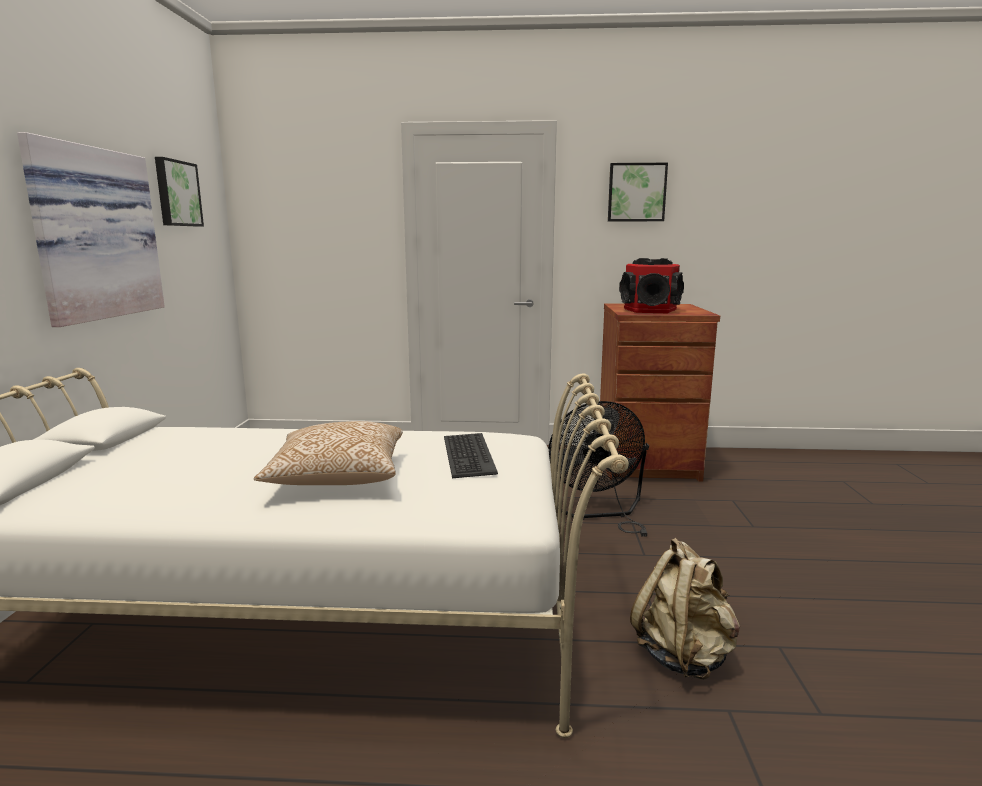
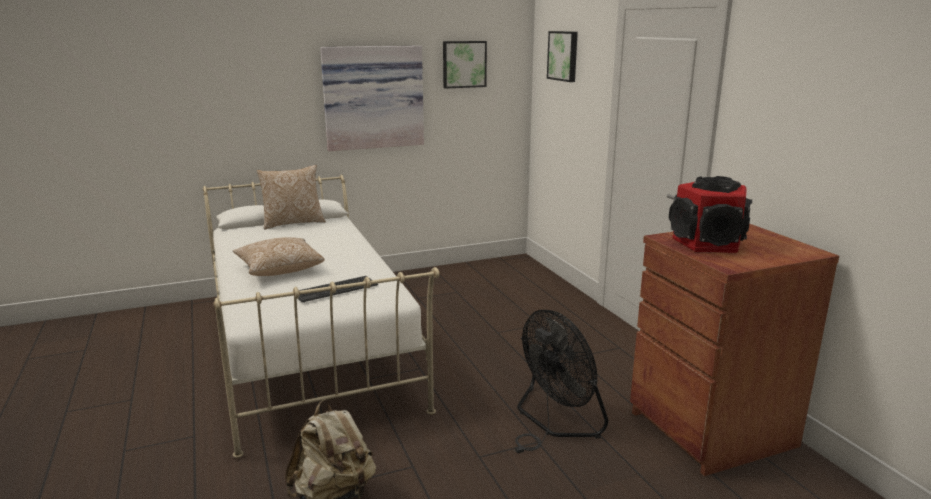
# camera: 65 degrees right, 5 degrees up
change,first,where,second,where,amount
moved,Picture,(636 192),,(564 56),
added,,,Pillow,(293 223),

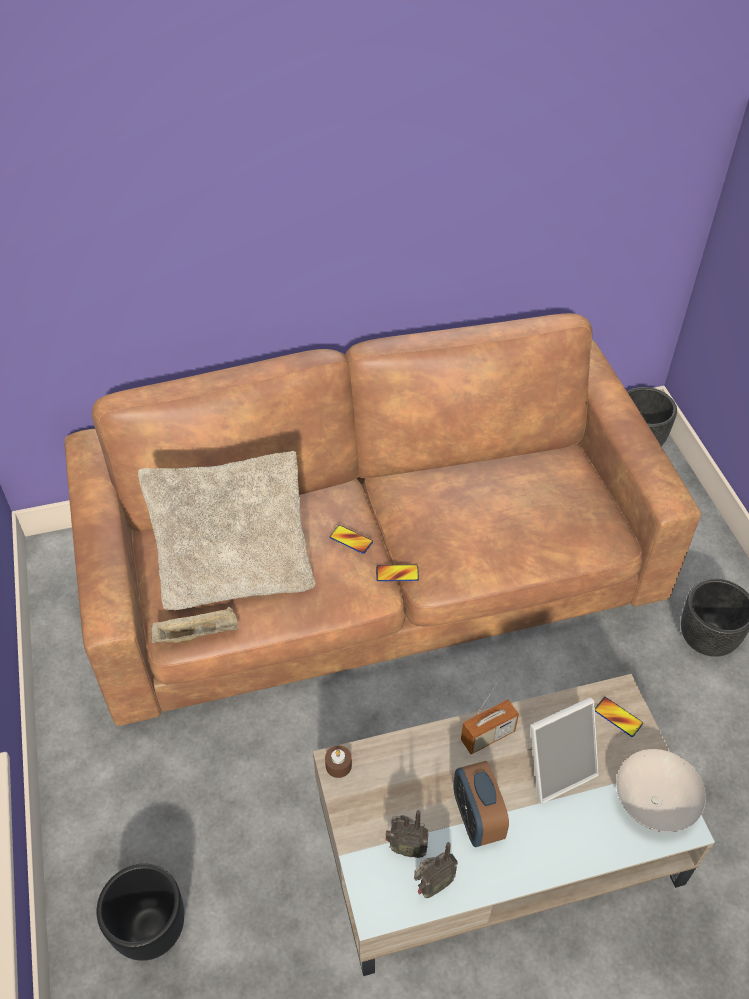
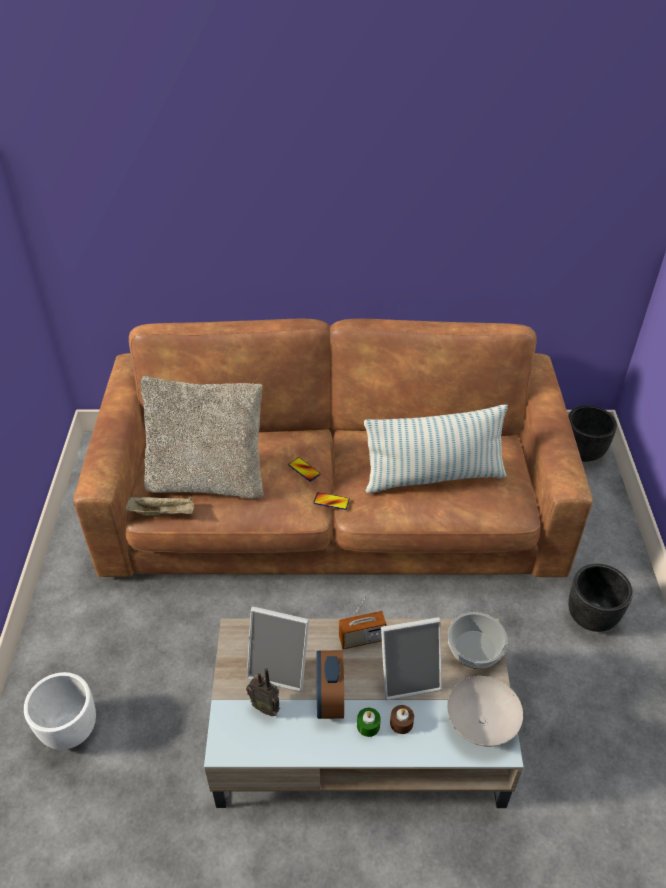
# camera: 15 degrees right, 5 degrees down
change,first,where,second,where,amount
recoloured,BlackPlanter,(152 929),WhitePlanter,(71 729),
moved,BrownCandle,(338 765),,(401 723),
removed,Radio,(432 885),,,
replaced,Phone,(618 717),Bowl,(474 649),
added,,,PictureFrame,(280 667),
added,,,GreenCandle,(368 725),
added,,,Pillow,(433 477),

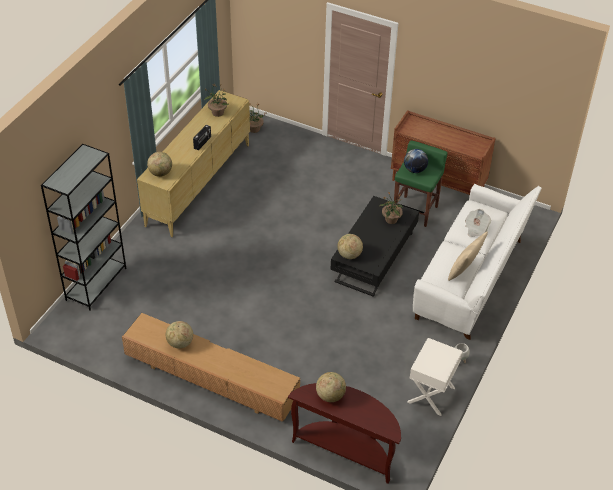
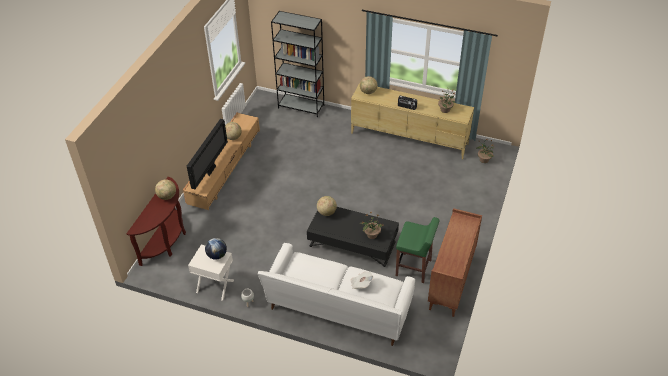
# camera: 85 degrees right, 0 degrees up
change,first,where,second,where,amount
moved,Globe,(415 170),,(217 255),
removed,BeigePillow,(464 270),,,
added,,,Television,(211 169),

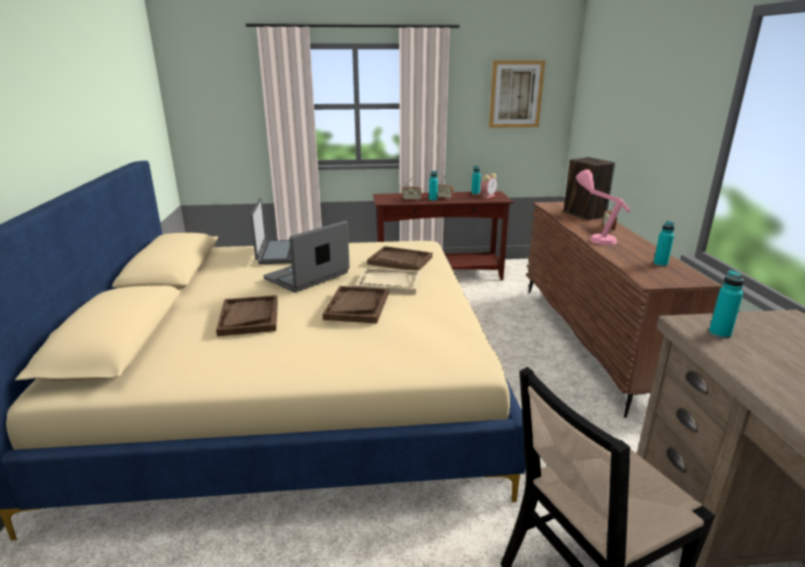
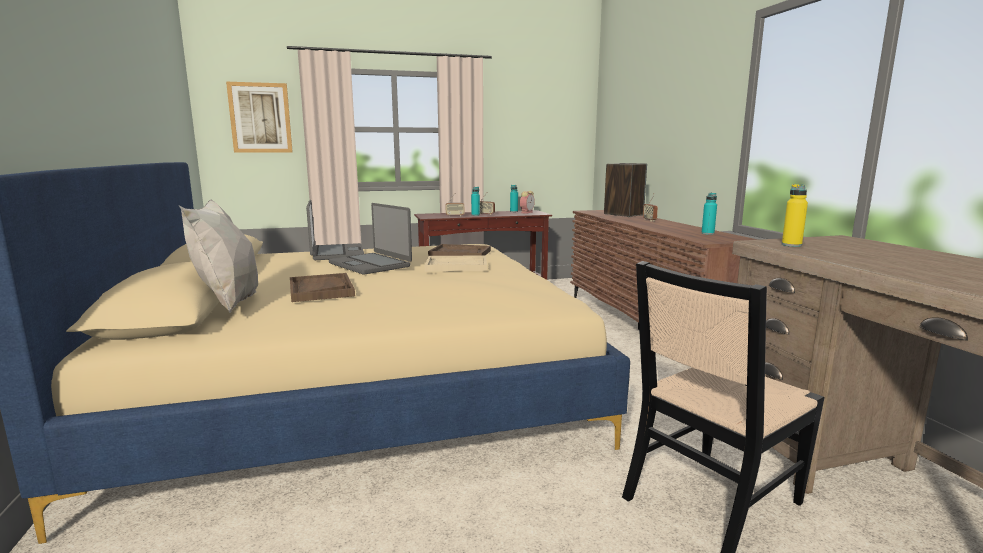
# camera: 10 degrees left, 10 degrees down
change,first,where,second,where,amount
turned,Laptop,(307 276),,(371 264),75 degrees counterclockwise
removed,BrownTray,(357 306),,,
moved,Picture,(516 94),,(260 118),
removed,PinkTableLamp,(595 236),,,
recoloured,TurquoiseBottle,(719 334),YellowBottle,(791 245),
added,,,WhitePillow,(229 305),

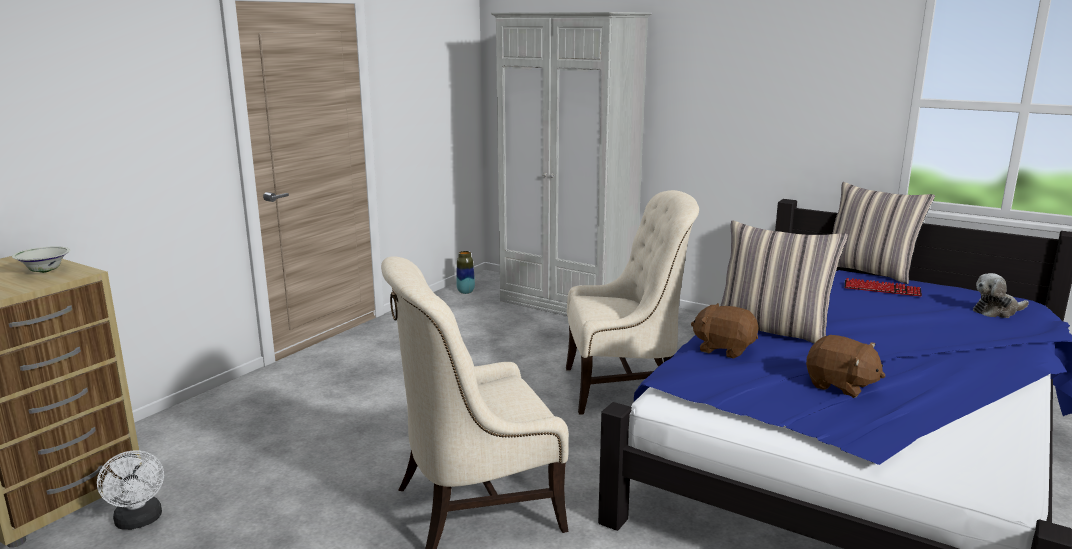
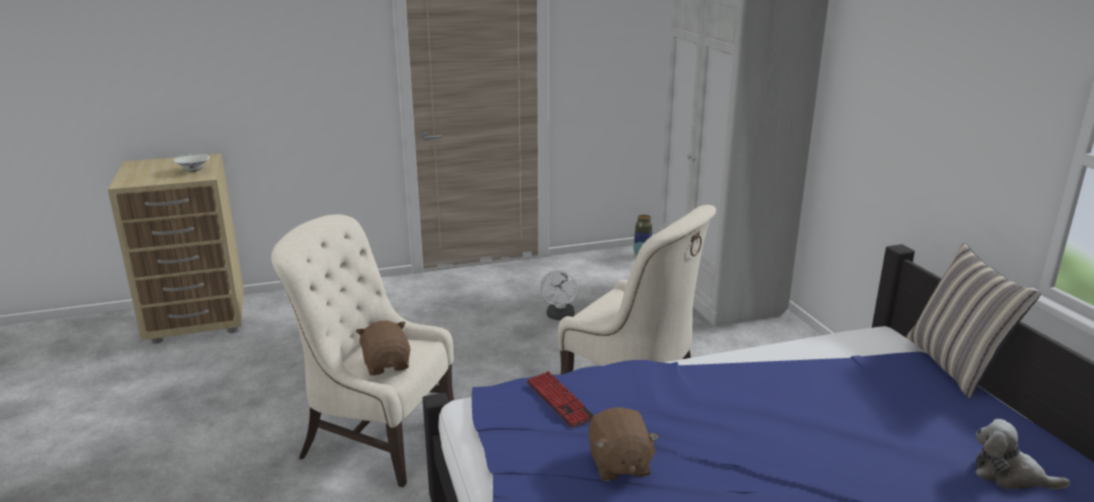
# camera: 40 degrees right, 5 degrees up
change,first,where,second,where,amount
moved,WhiteFan,(139 521),,(559 317),
moved,BrownPlushToy,(724 349),,(387 365),
removed,Pillow,(773 330),,,
moved,Keyboard,(882 289),,(559 401),

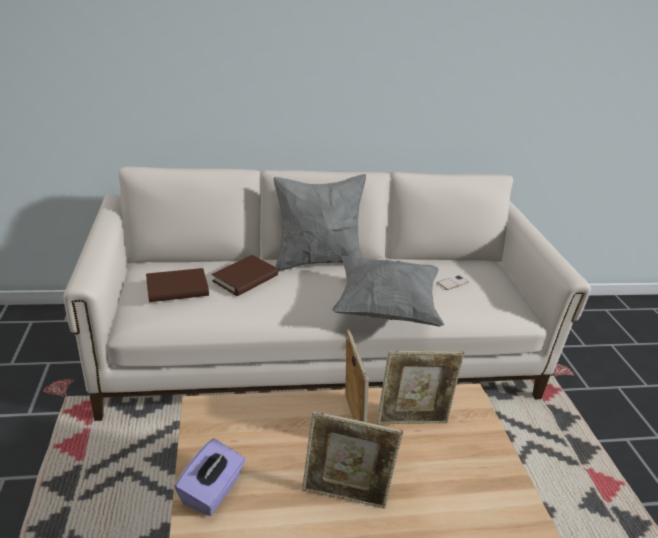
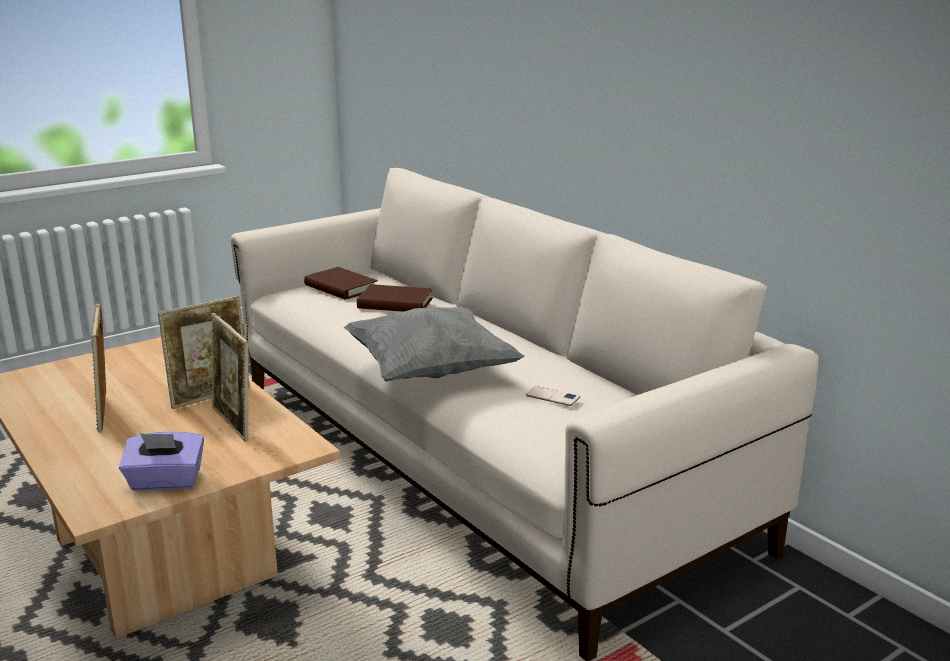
# camera: 65 degrees right, 10 degrees down
change,first,where,second,where,amount
moved,PurpleTissueBox,(212 491),,(165 482),
removed,GreyPillow,(317 261),,,

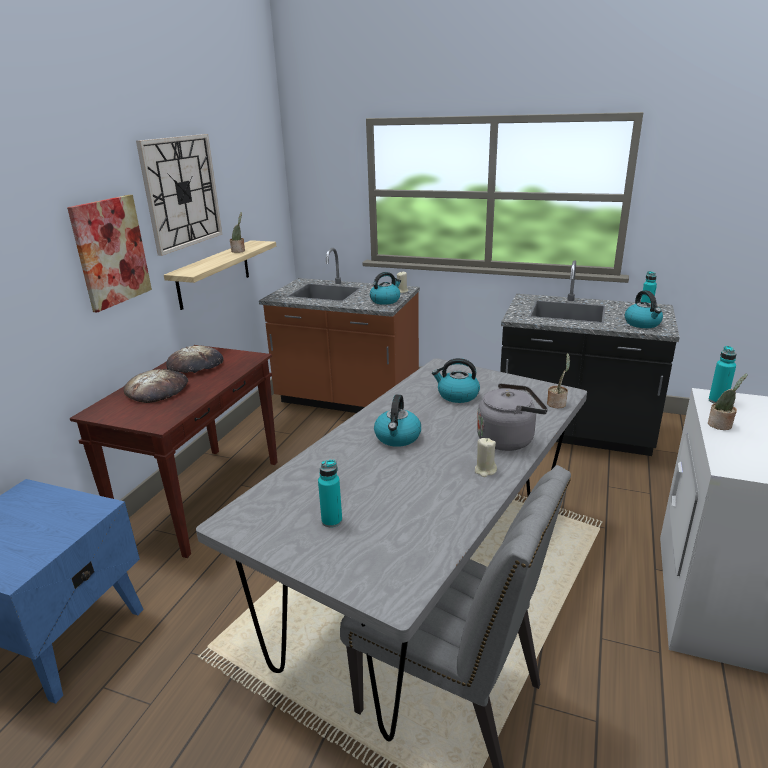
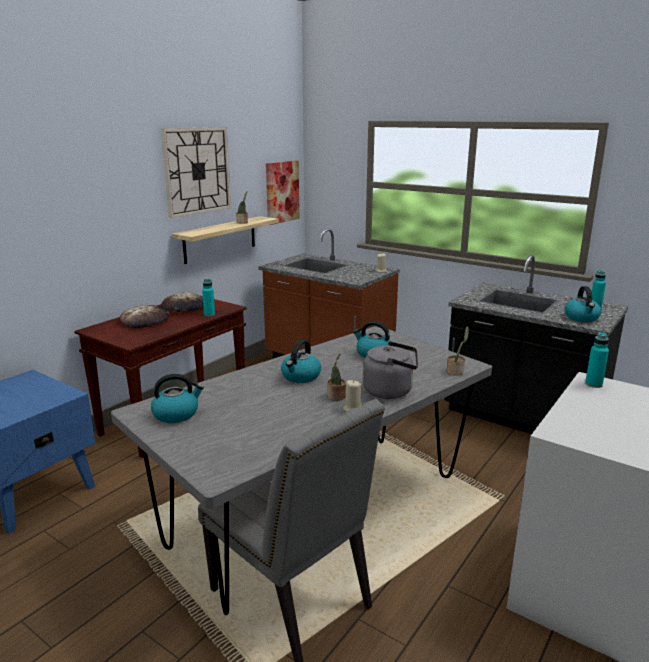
# camera: 15 degrees right, 5 degrees down
change,first,where,second,where,amount
moved,Picture,(111 252),,(282 192),
moved,TurquoiseBottle,(332 521),,(209 314),
moved,Kettle,(385 300),,(176 414),
moved,PottedPlant,(721 425),,(336 397),

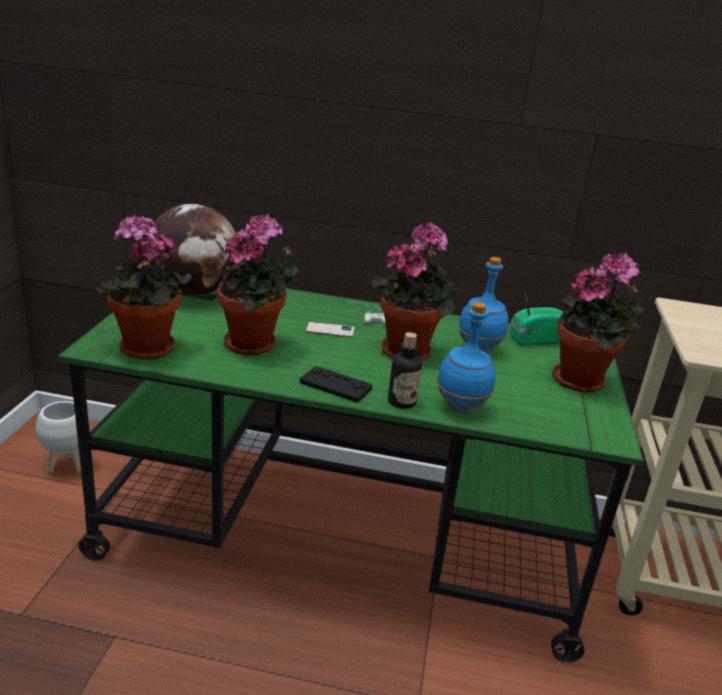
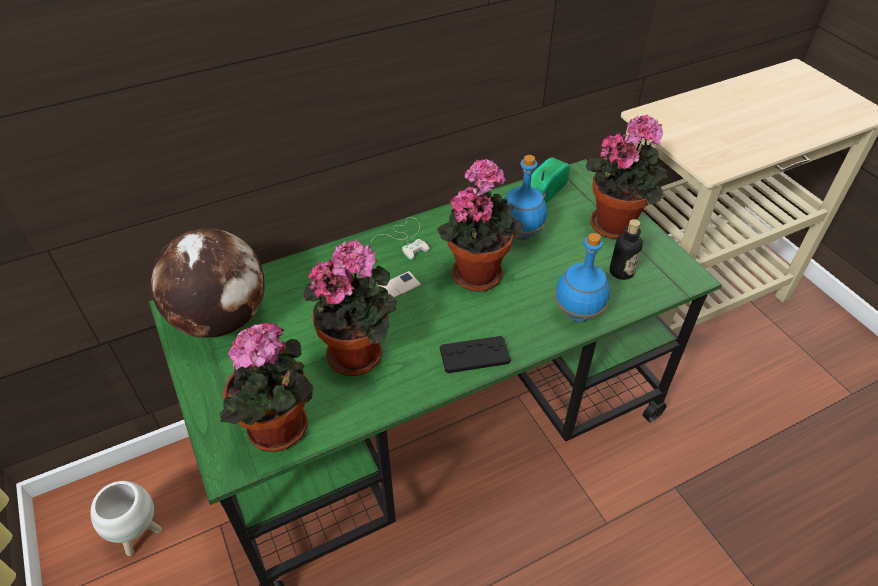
# camera: 35 degrees left, 20 degrees up
change,first,where,second,where,amount
moved,Bottle,(401 402),,(621 272),

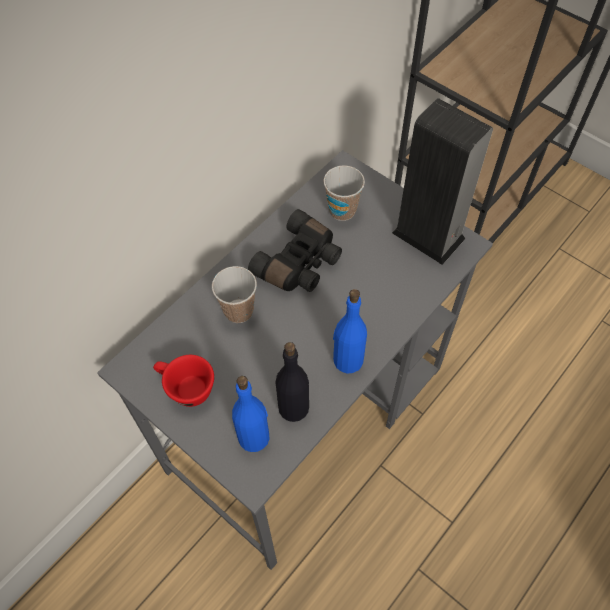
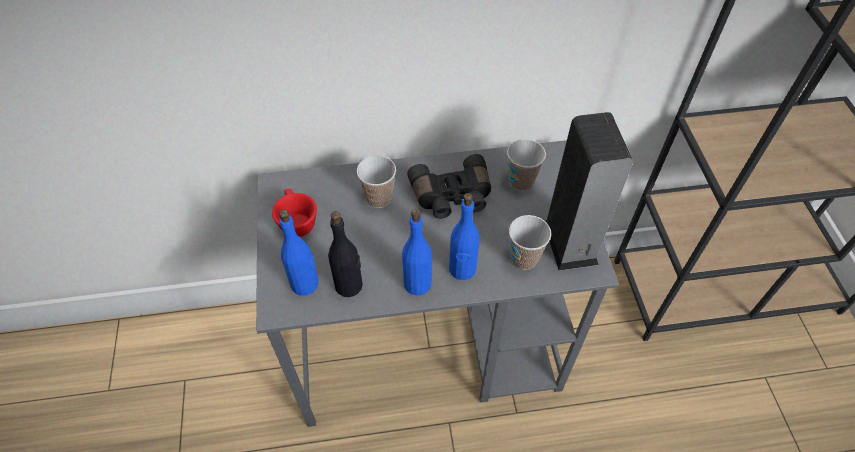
# camera: 40 degrees right, 5 degrees down
change,first,where,second,where,amount
added,,,BlueBottle,(462 269),
added,,,Cup,(524 258),

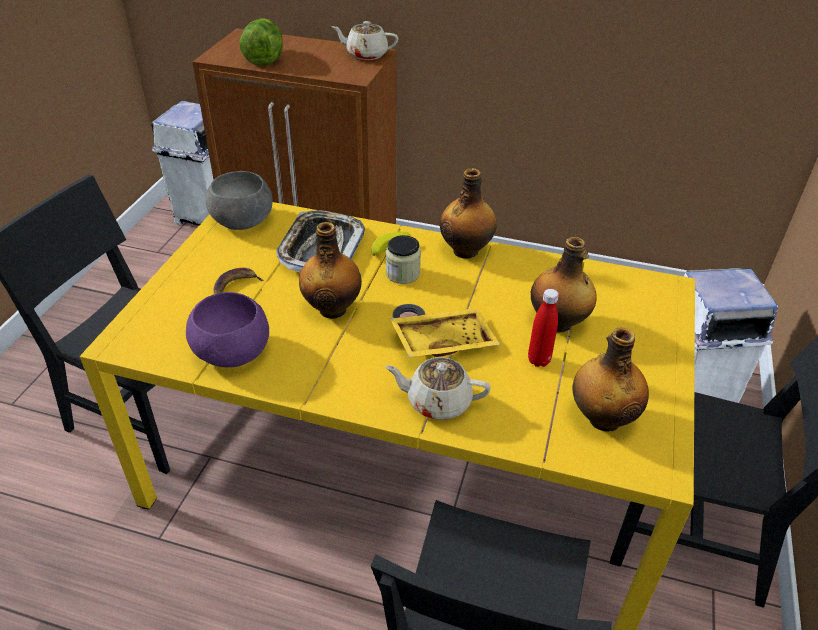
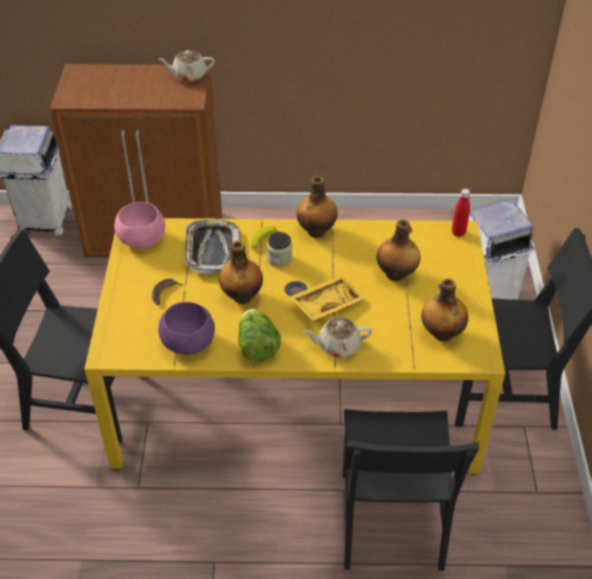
# camera: 15 degrees left, 5 degrees up
change,first,where,second,where,amount
recoloured,GreyBowl,(242 220),PinkBowl,(142 239),
moved,Lettuce,(264 59),,(257 347),
moved,RedBottle,(538 360),,(458 233),

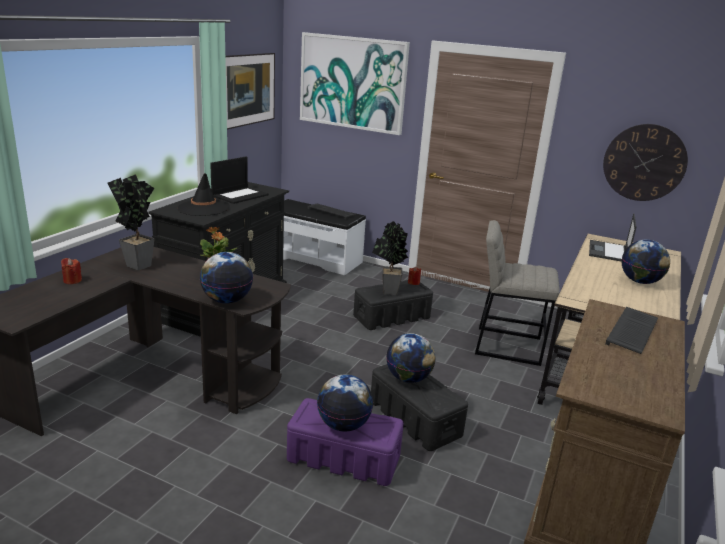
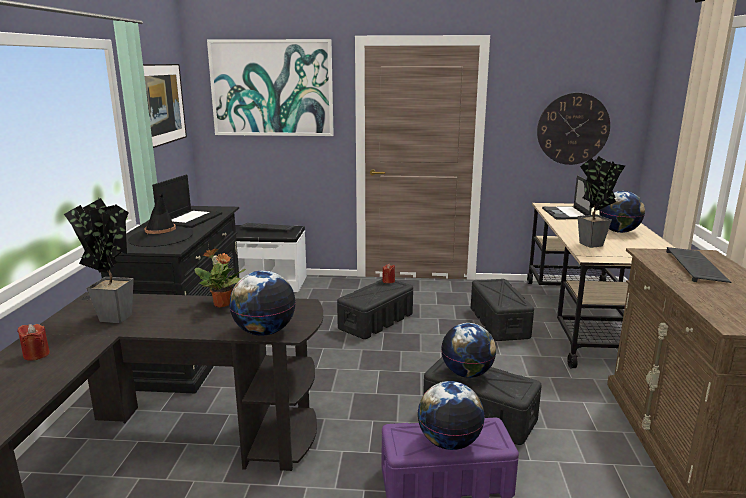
# camera: 20 degrees left, 5 degrees down
change,first,where,second,where,amount
moved,PottedPlant,(388 292),,(591 245),
replaced,GreyChair,(506 345),BlackStorageBox,(499 322),

